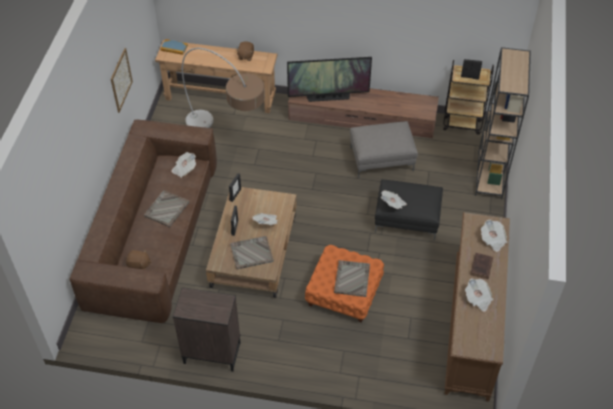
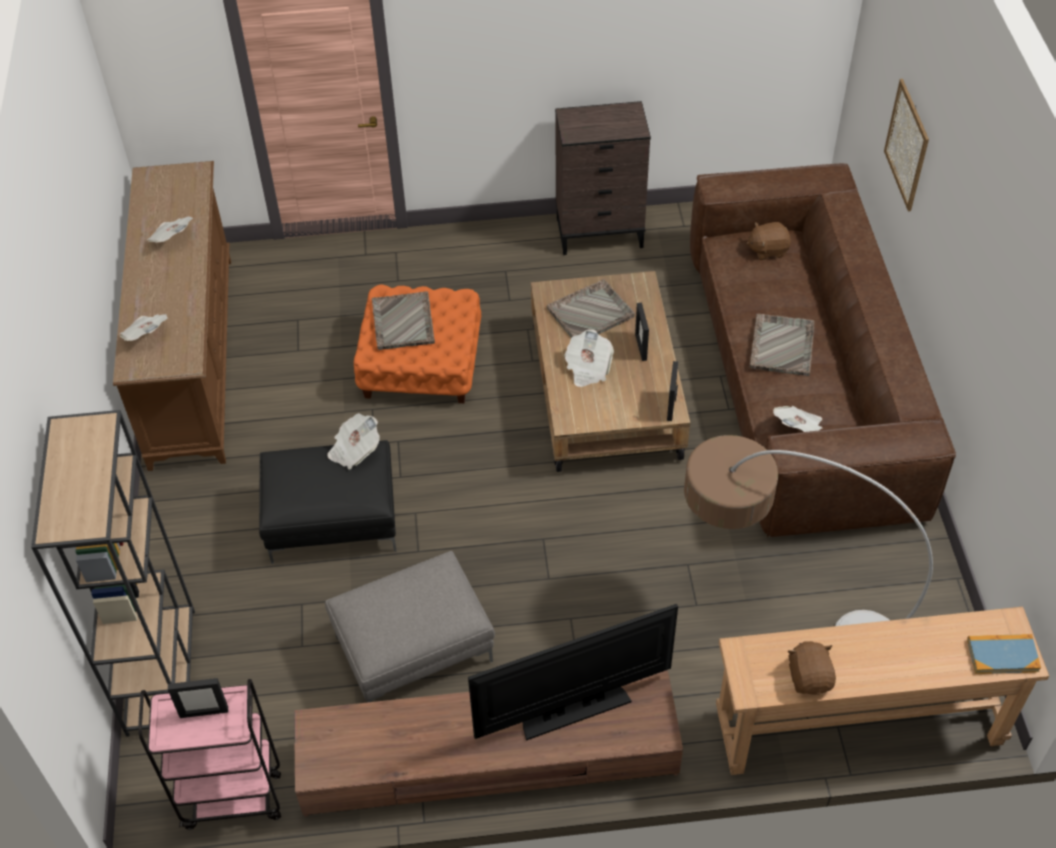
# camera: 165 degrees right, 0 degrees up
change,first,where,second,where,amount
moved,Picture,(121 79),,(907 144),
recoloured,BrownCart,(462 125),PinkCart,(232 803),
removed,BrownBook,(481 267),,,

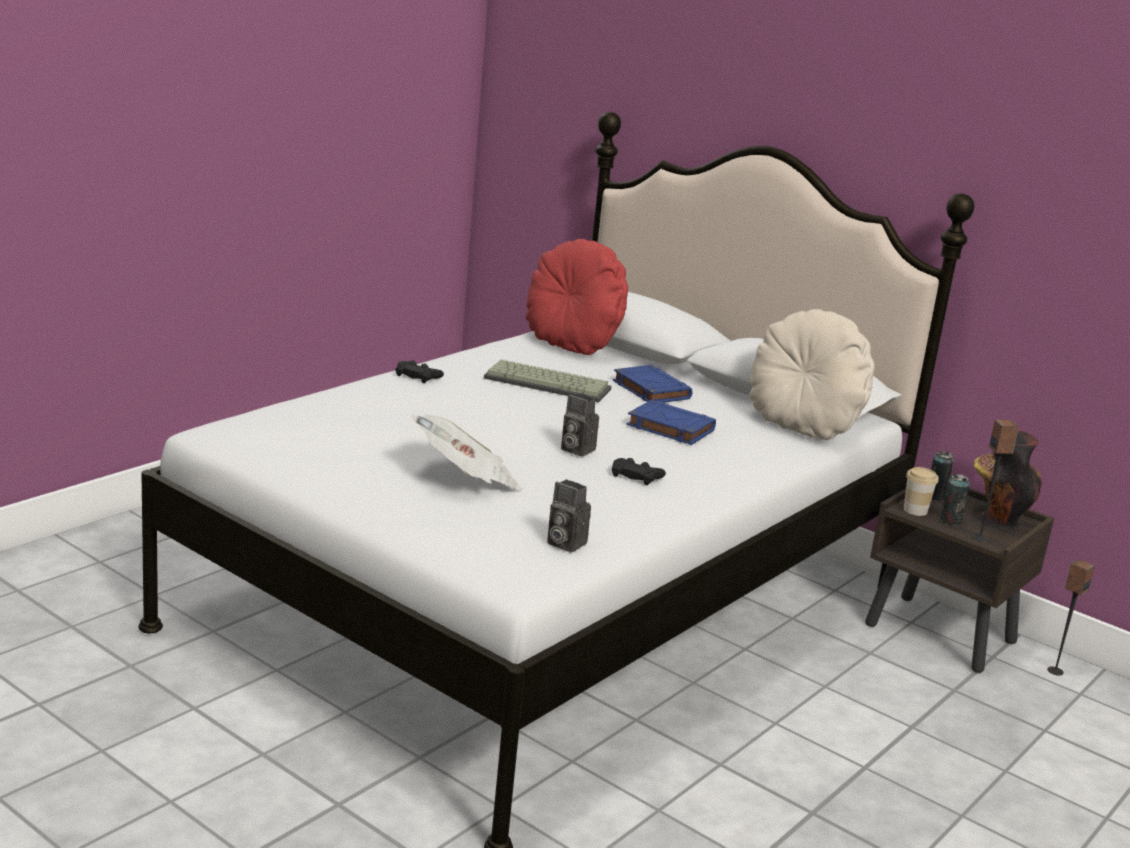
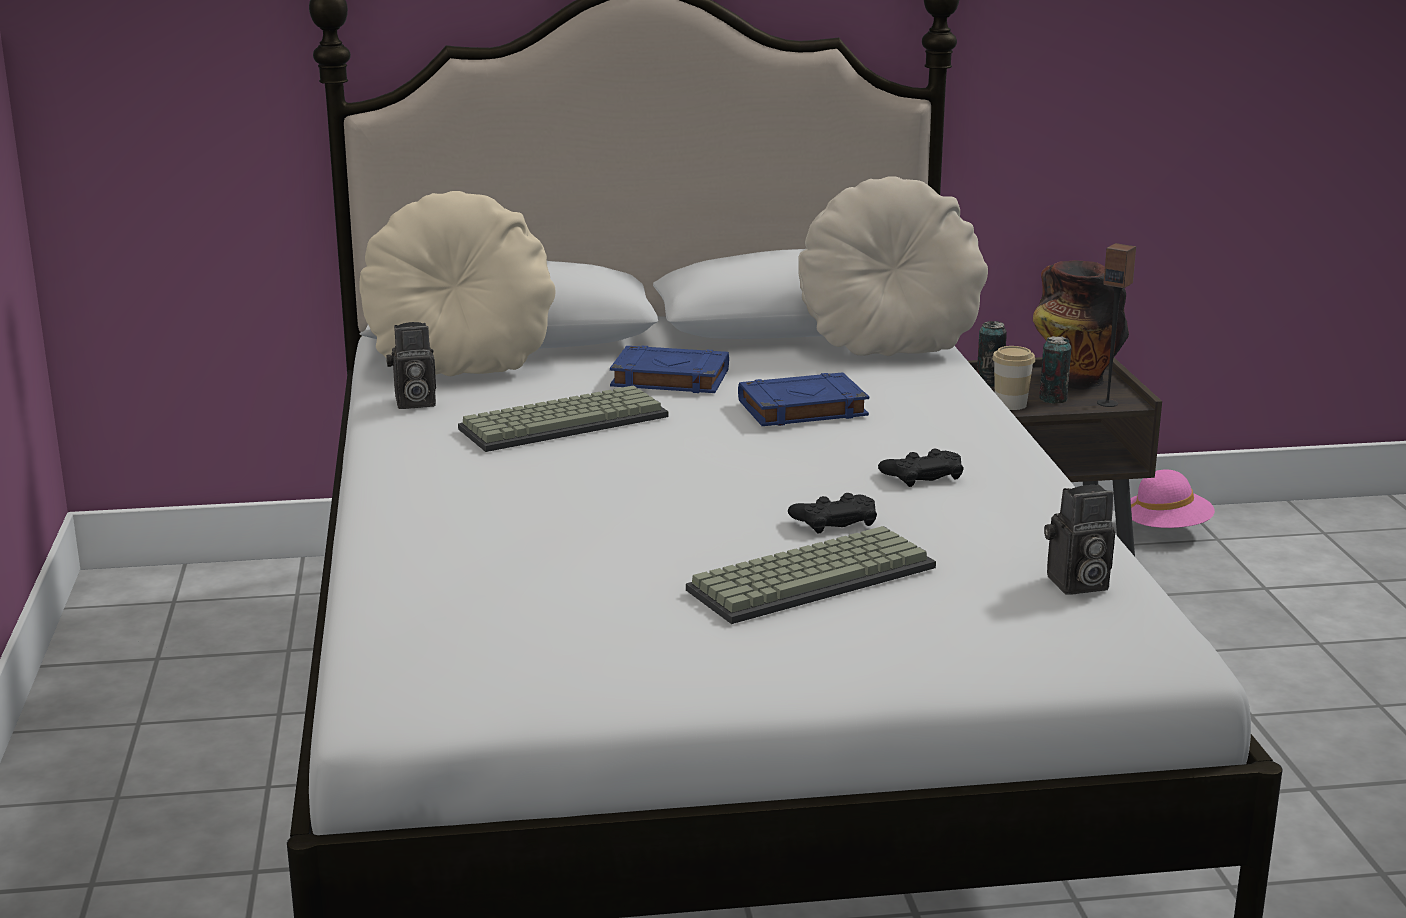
# camera: 45 degrees left, 0 degrees up
change,first,where,second,where,amount
moved,BlackGameController,(418 376),,(834 520),
replaced,Newspaper,(466 480),Keyboard,(812 576),
recoloured,RedPillow,(572 346),BeigePillow,(462 369),
moved,PhotoCamera,(575 449),,(413 403),
replaced,Speaker,(1054 671),PinkHat,(1166 530),

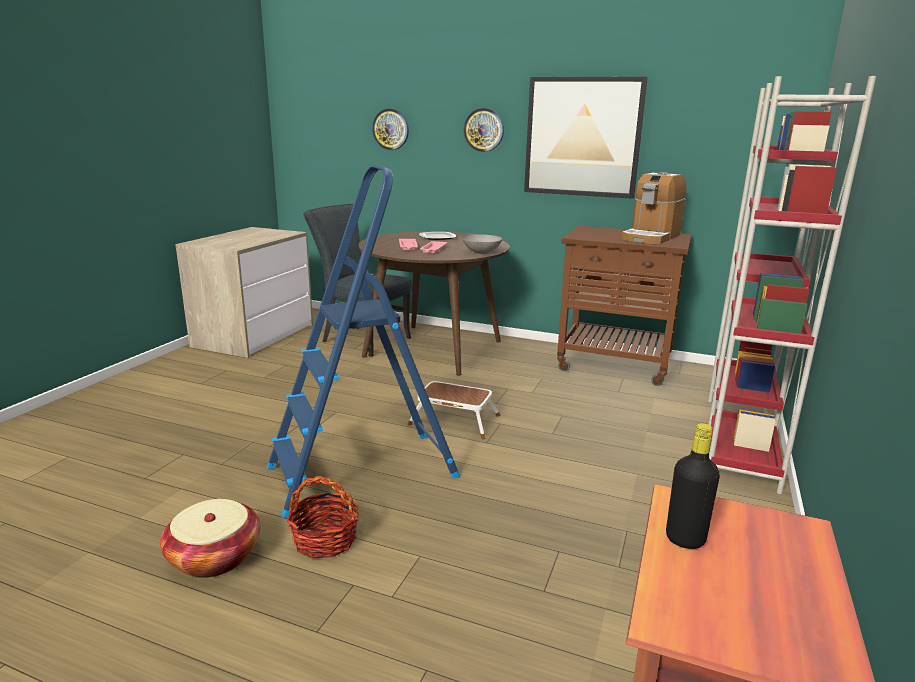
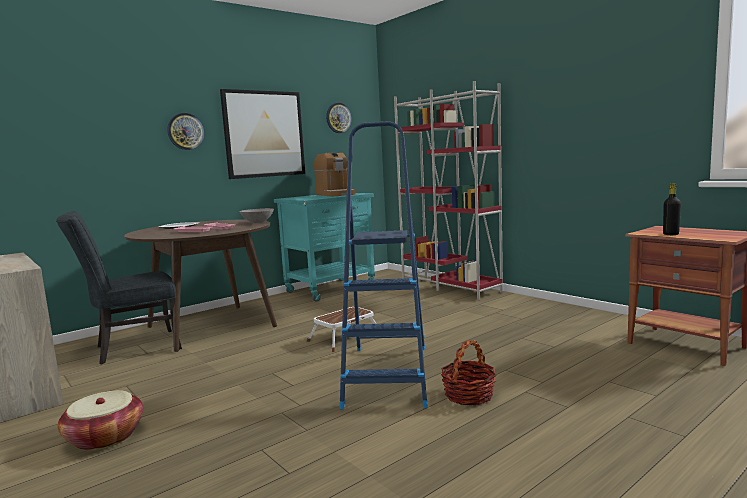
# camera: 60 degrees left, 10 degrees down
change,first,where,second,where,amount
moved,Basket,(214 557),,(105 437),
moved,WallClock,(391 129),,(338 118),
recoloured,BrownCart,(615 366),TurquoiseCart,(331 290),

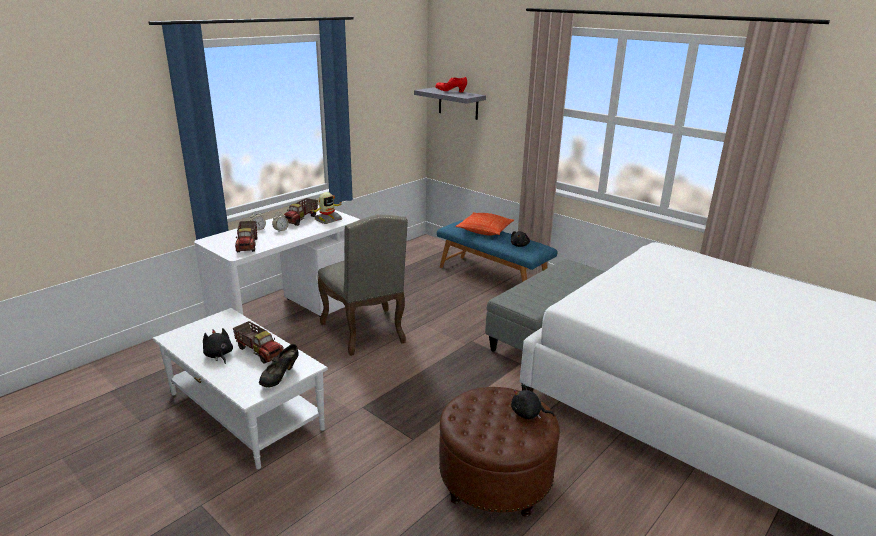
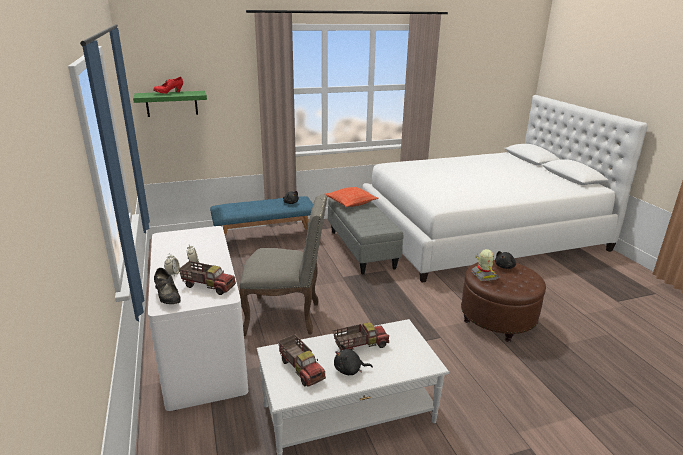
# camera: 60 degrees left, 0 degrees up
change,first,where,second,where,amount
moved,BlackShoe,(280 377),,(168 298),
moved,ToyTruck,(301 219),,(301 369),
moved,ToyRobot,(327 220),,(483 275),
recoloured,GreyShelf,(458 103),GreenShelf,(171 103),
moved,OrangePillow,(485 231),,(351 203),

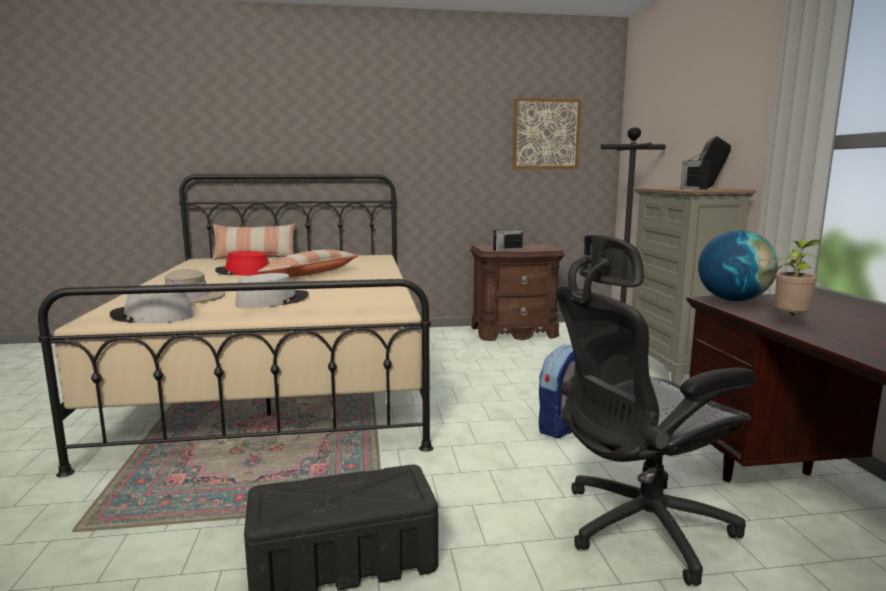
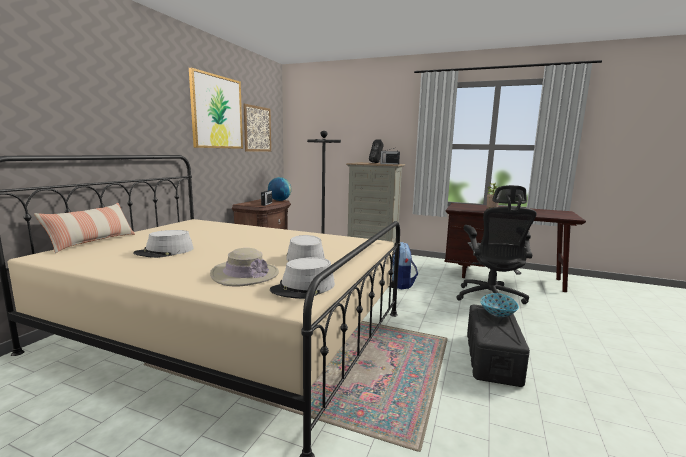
# camera: 60 degrees left, 0 degrees up
change,first,where,second,where,amount
recoloured,RedHat,(243 272),GreyHat,(165 252),
removed,Pillow,(310 274),,,
moved,Globe,(733 300),,(279 200),
added,,,Picture,(217 112),
added,,,Bowl,(497 314),

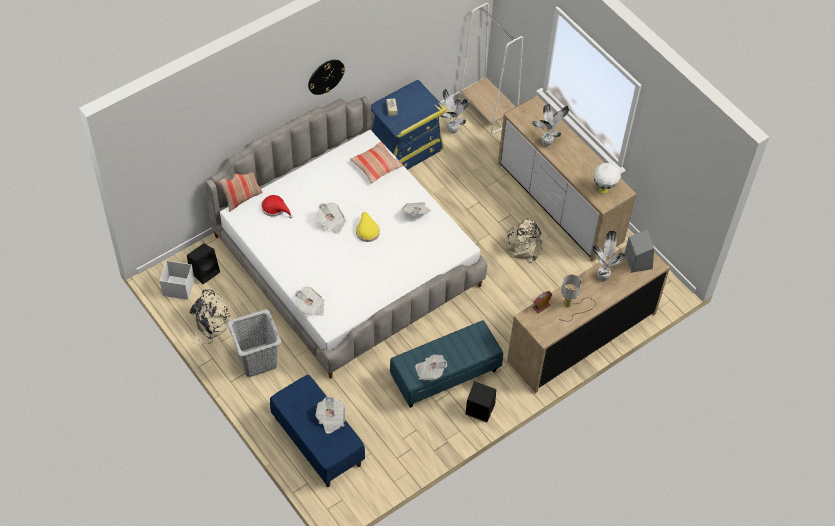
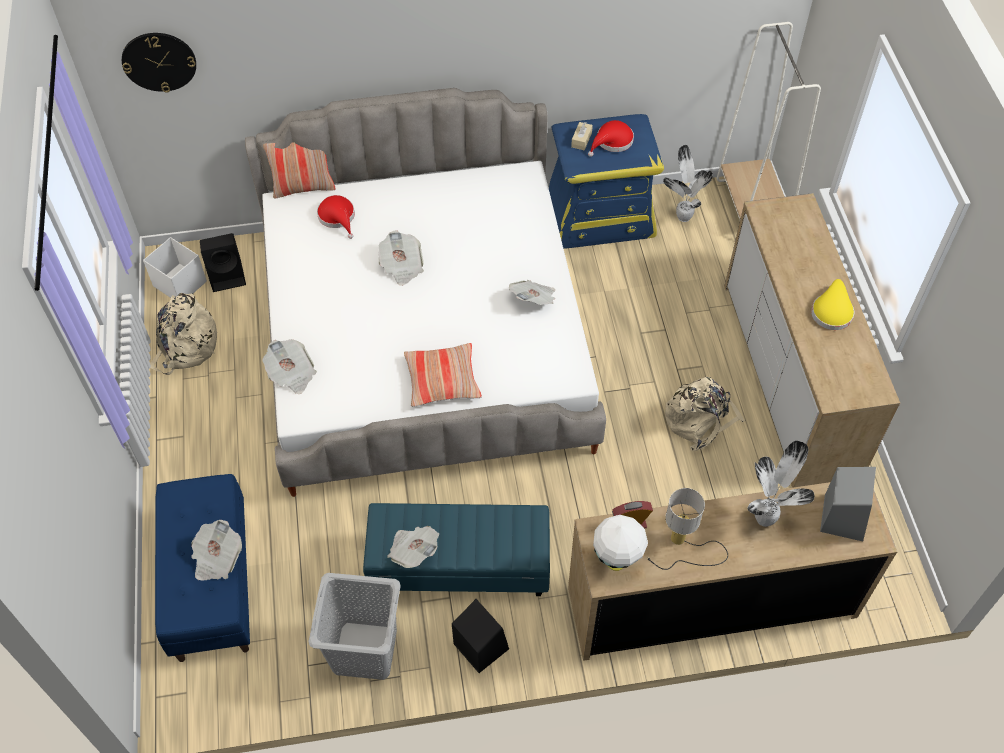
# camera: 30 degrees right, 0 degrees up
change,first,where,second,where,amount
moved,GreyLaundryBasket,(257 360),,(364 650),
moved,WallClock,(325 76),,(159 61),
moved,Pillow,(376 166),,(442 380),
moved,YellowHat,(367 230),,(831 311),
removed,PottedPlant,(547 143),,,
moved,WhiteTableLamp,(604 190),,(616 562),
added,,,RedHat,(612 142),

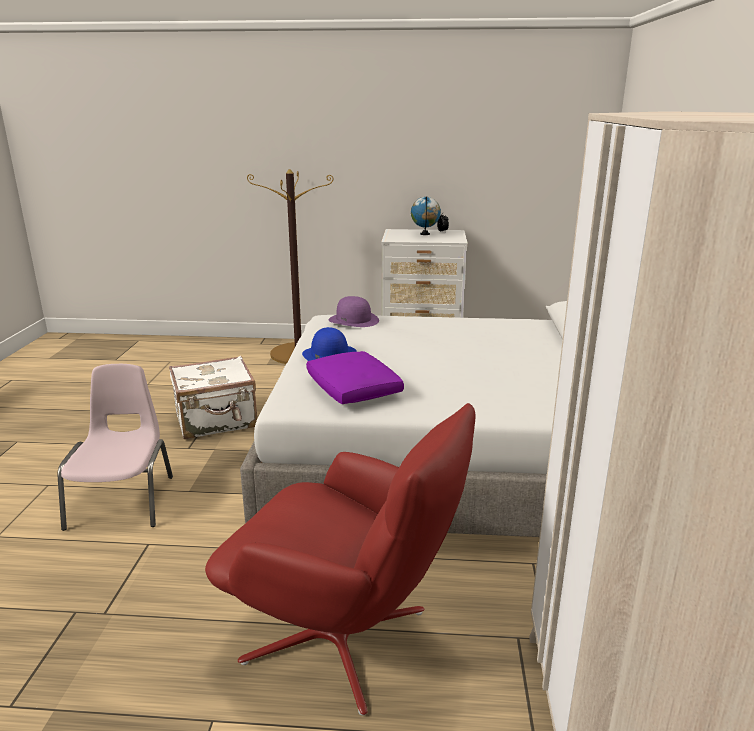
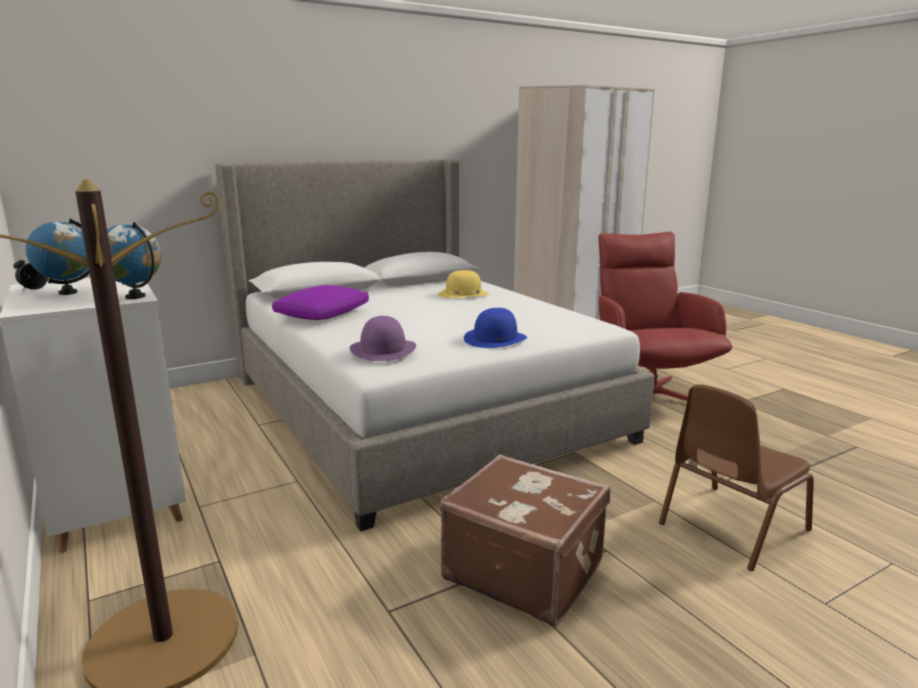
# camera: 125 degrees left, 5 degrees down
change,first,where,second,where,amount
recoloured,PinkChair,(123 501),BrownChair,(730 527),
recoloured,WhiteSuitcase,(217 421),BrownSuitcase,(524 570),
moved,PurplePillow,(354 390),,(323 314),
added,,,Globe,(136 297),
added,,,YellowHat,(463 294),

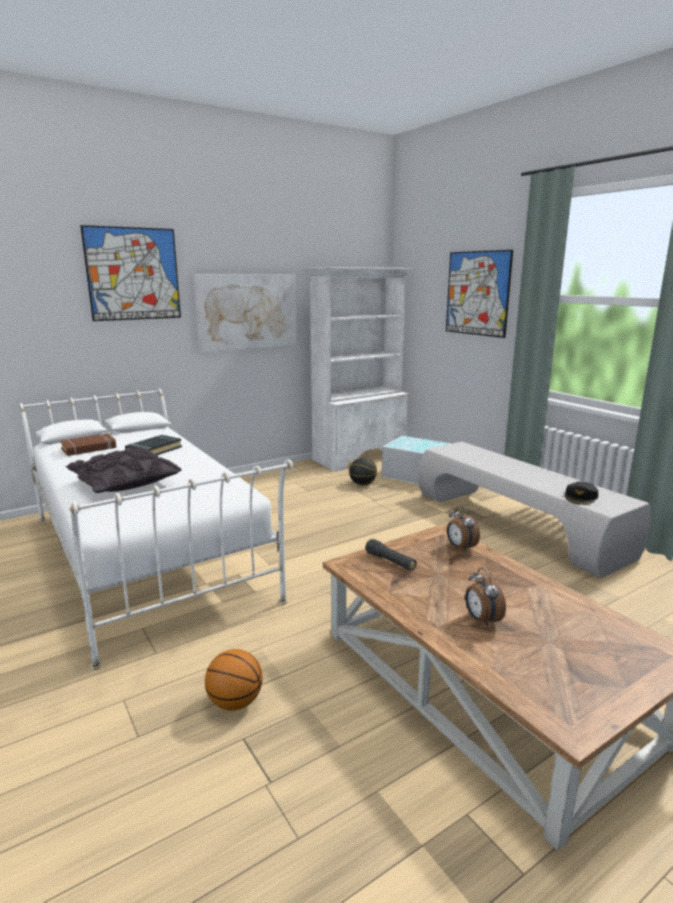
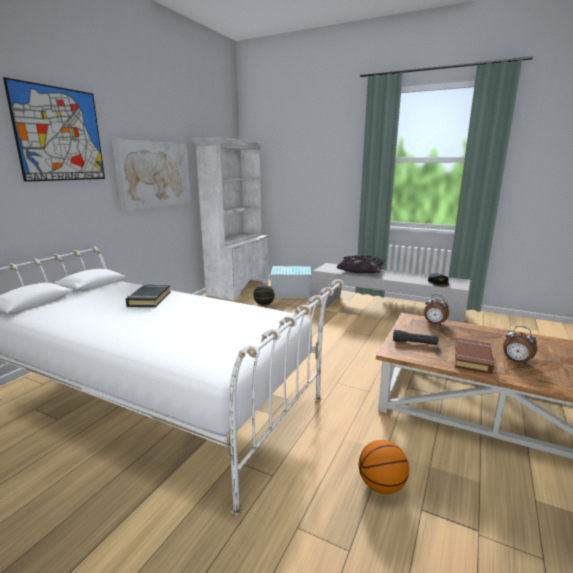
# camera: 30 degrees left, 0 degrees up
change,first,where,second,where,amount
moved,BrownBook,(89 448),,(472 359),
moved,BlackPillow,(125 482),,(360 271),
removed,Picture,(477 293),,,

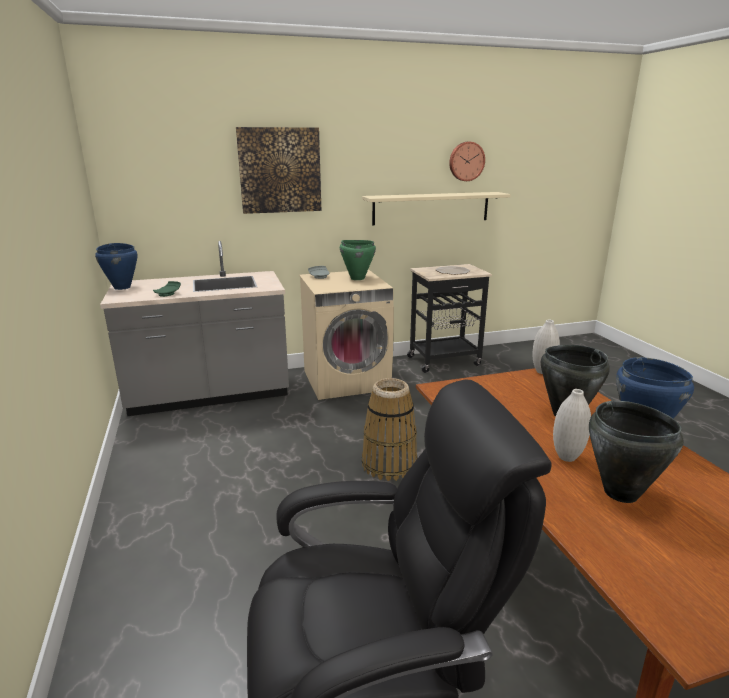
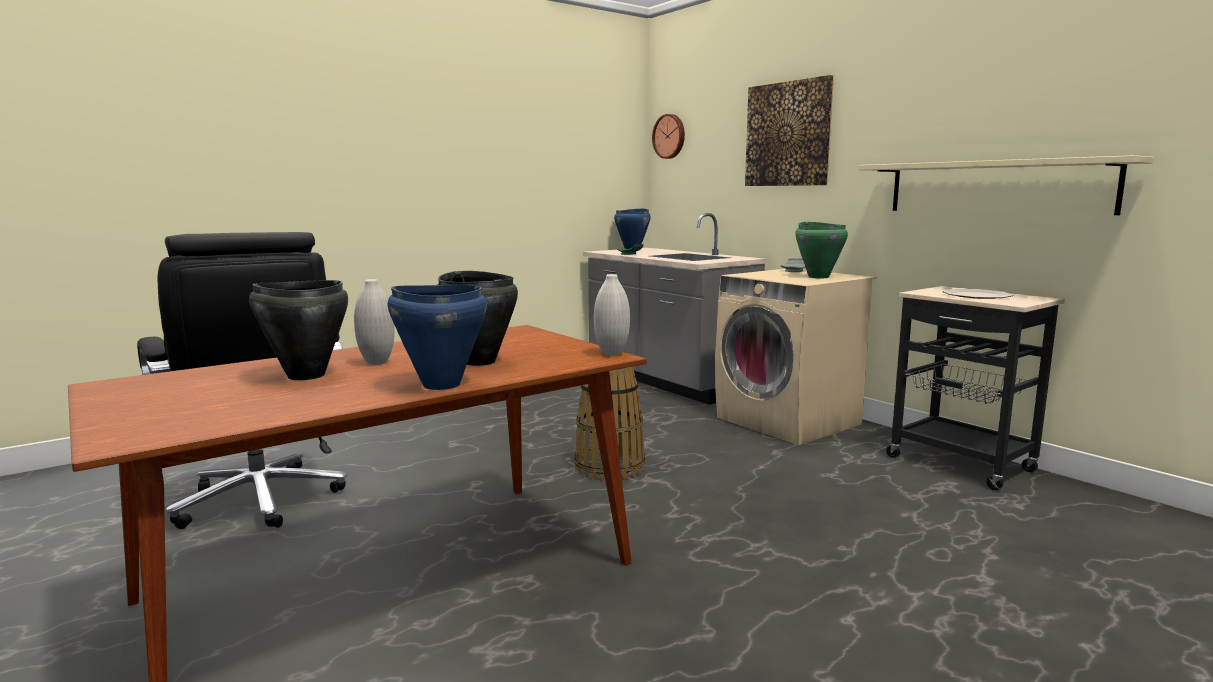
# camera: 70 degrees right, 10 degrees down
change,first,where,second,where,amount
moved,WallClock,(466 161),,(670 136),

